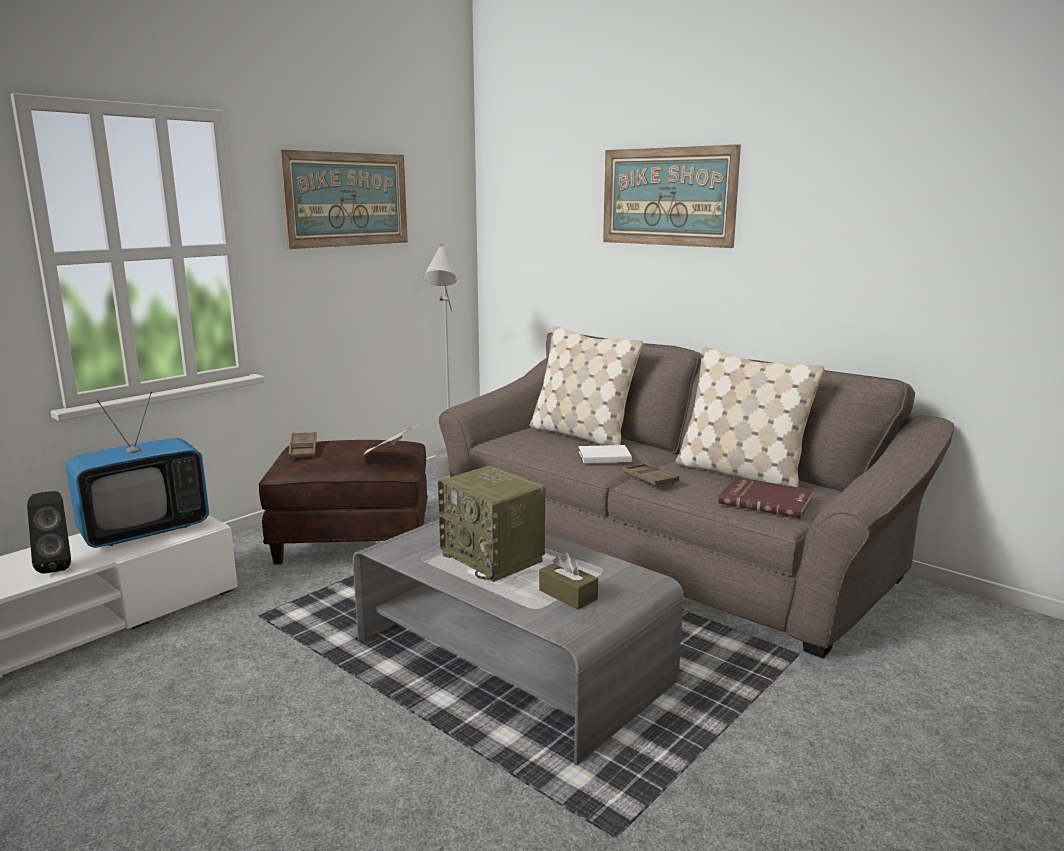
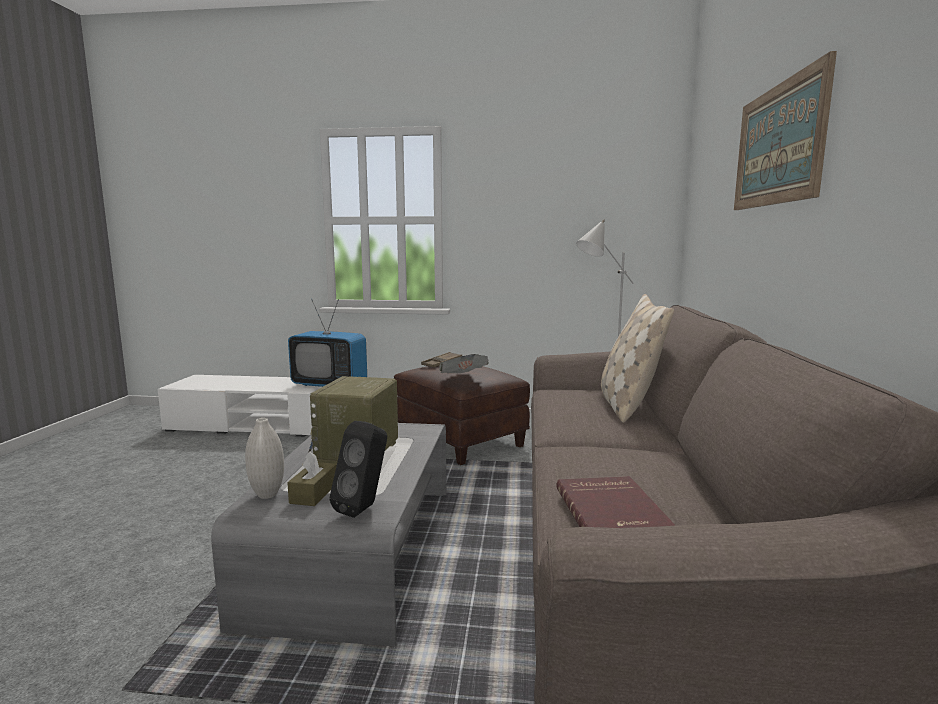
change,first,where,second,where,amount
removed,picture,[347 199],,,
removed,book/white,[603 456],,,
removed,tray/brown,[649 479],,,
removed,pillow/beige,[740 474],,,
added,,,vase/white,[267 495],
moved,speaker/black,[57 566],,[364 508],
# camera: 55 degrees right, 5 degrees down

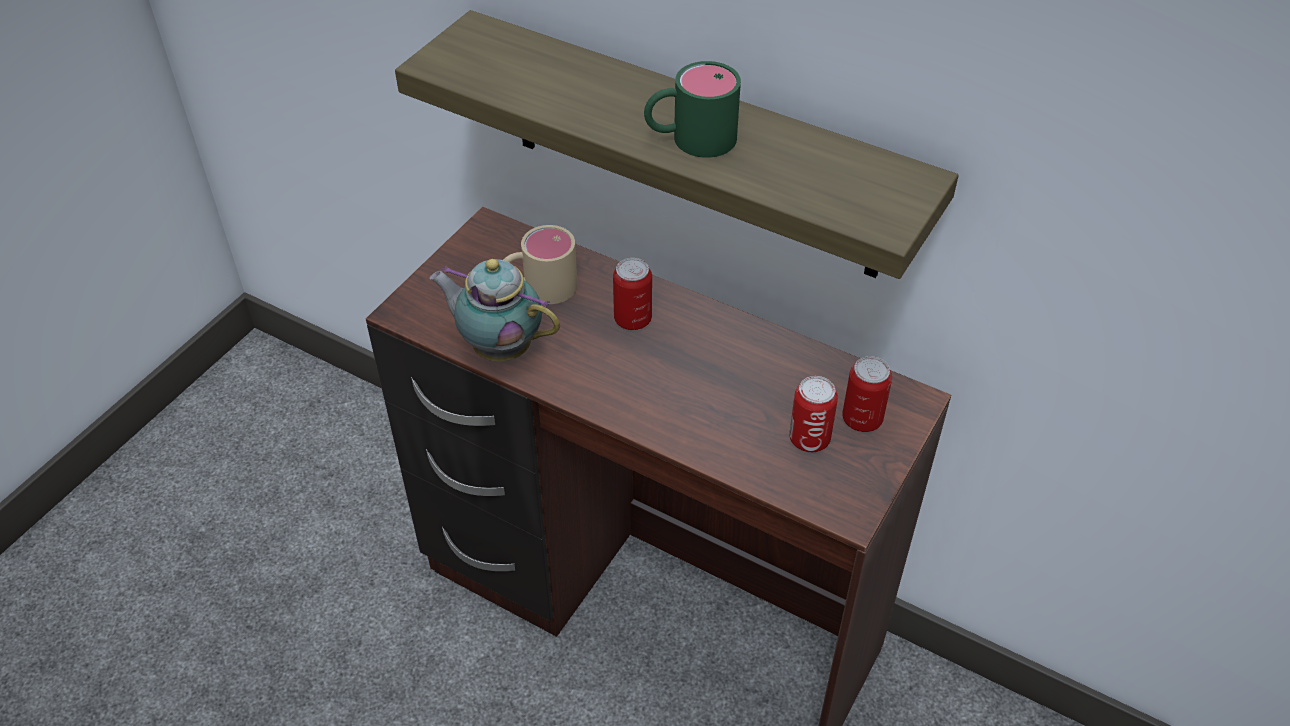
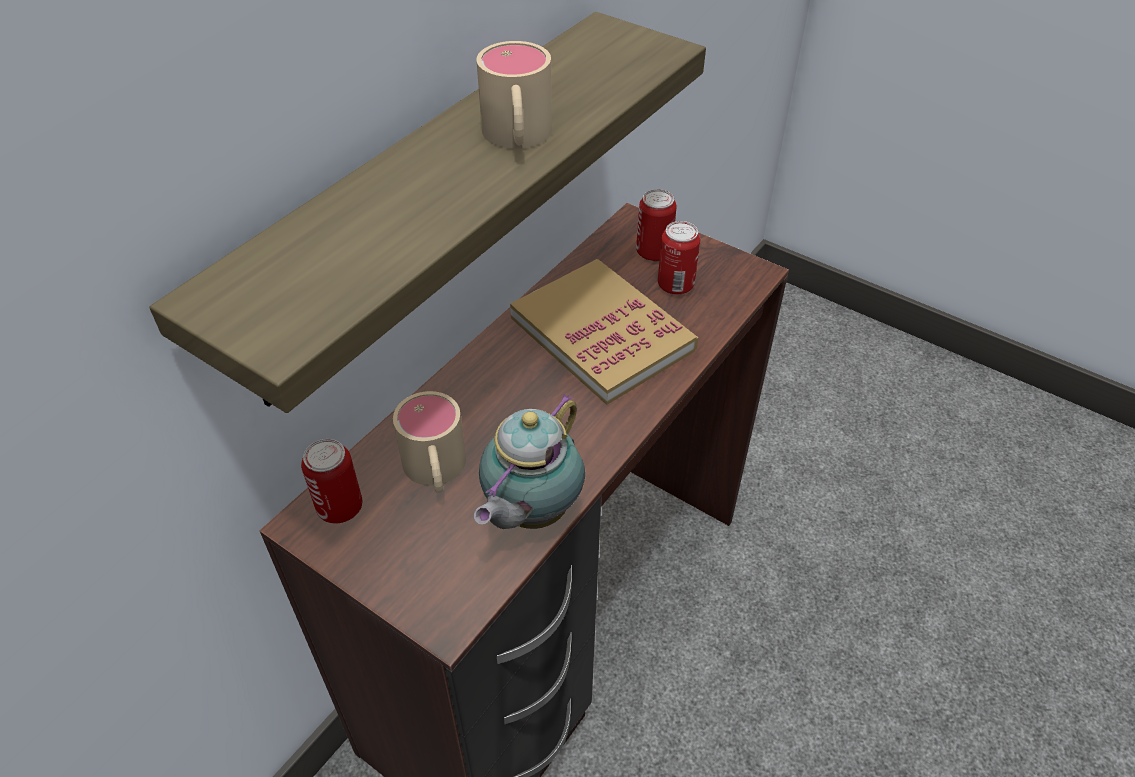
change,first,where,second,where,amount
added,,,book,[602 334],
moved,can,[632 319],,[340 507],
recoloured,mug/green,[690 139],mug/beige,[517 138],
# camera: 85 degrees left, 0 degrees up

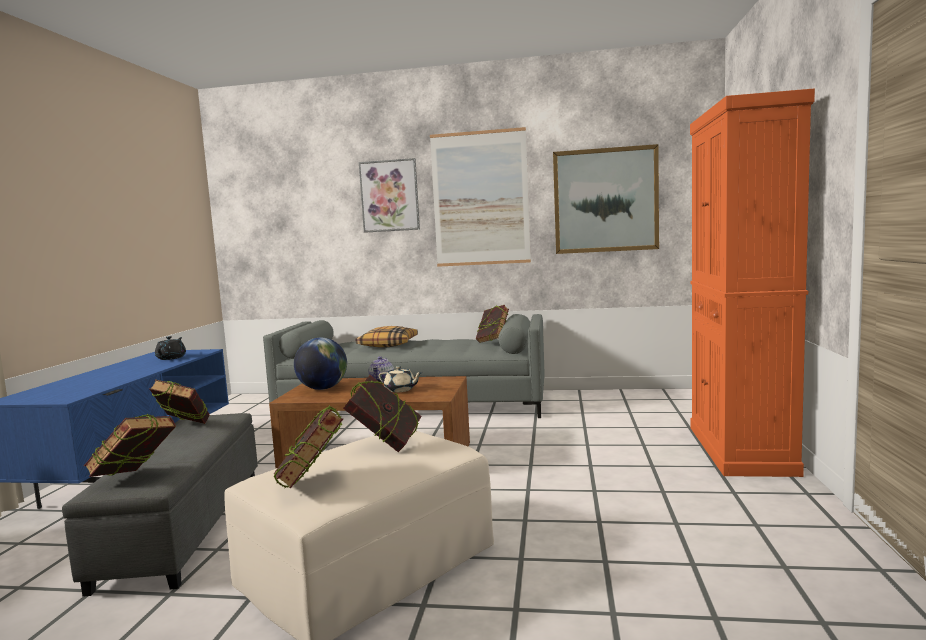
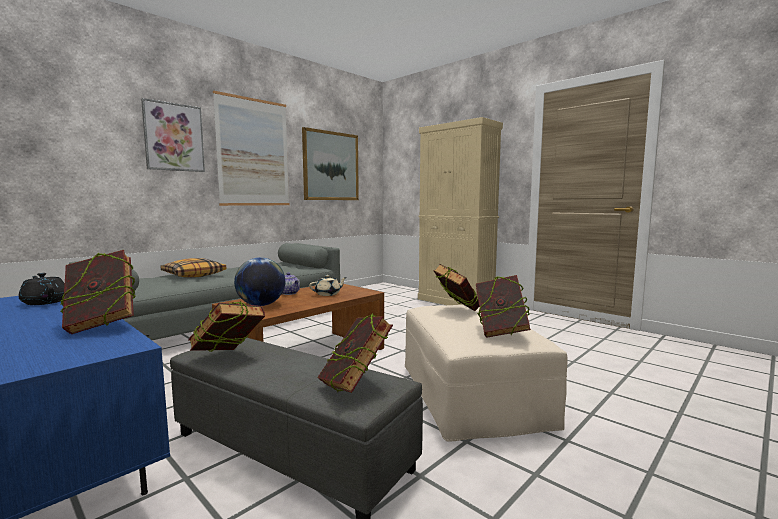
change,first,where,second,where,amount
moved,book,[493 341],,[102 326],
recoloured,cabinet/orange,[740 449],cabinet/beige,[455 302],
# camera: 55 degrees left, 0 degrees up

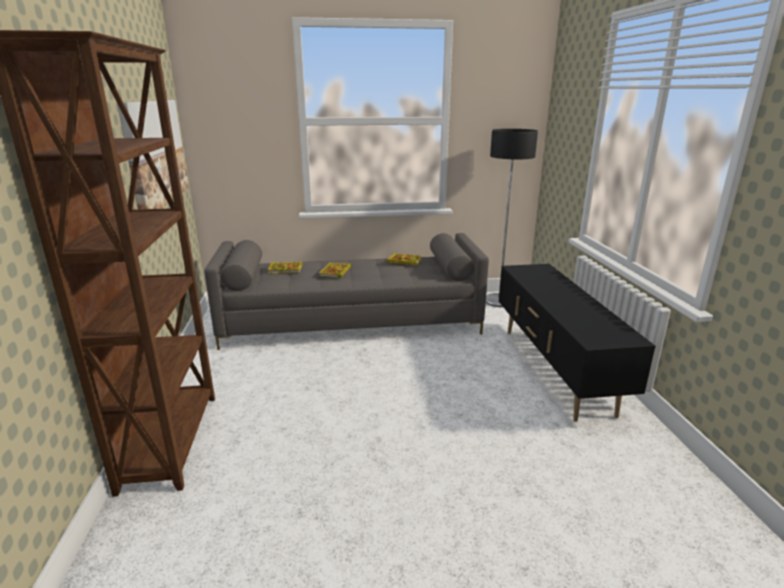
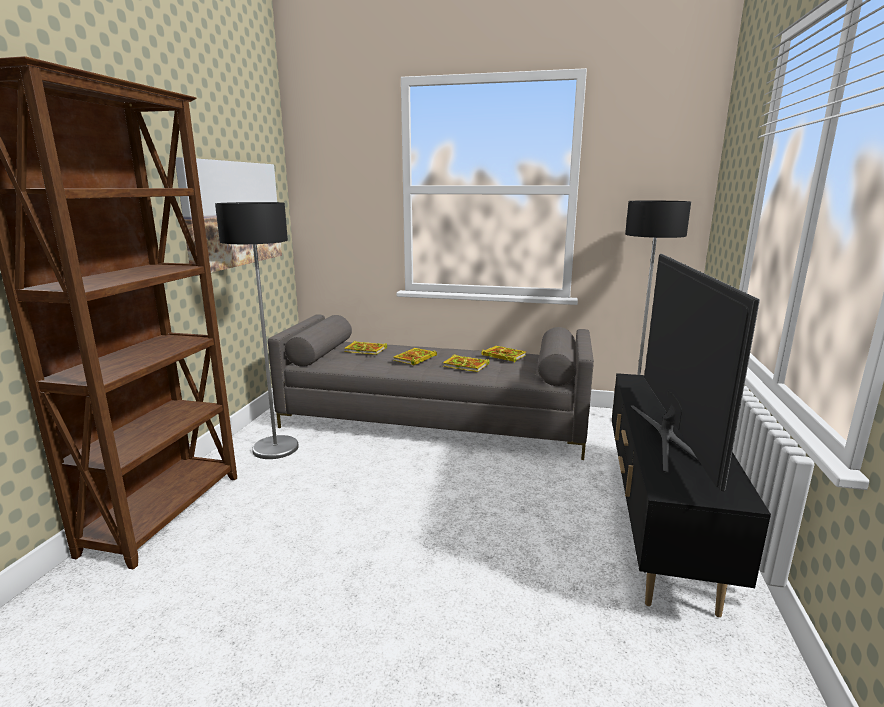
change,first,where,second,where,amount
added,,,floor lamp,[275 448],
added,,,book,[467 366],
added,,,television,[671 436],
# camera: 20 degrees right, 5 degrees down

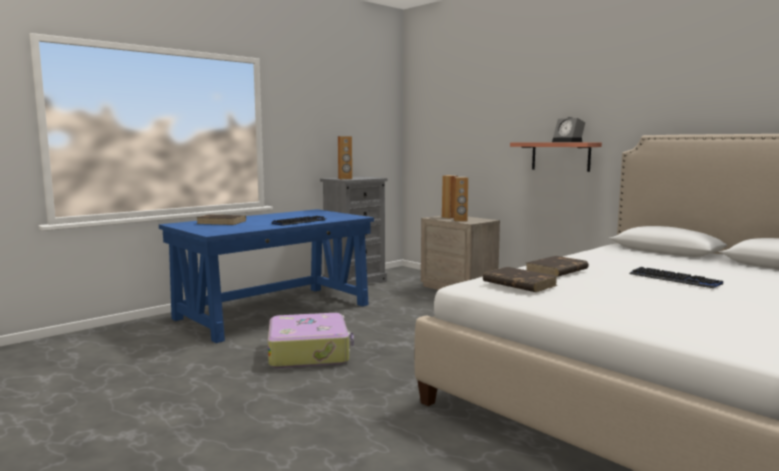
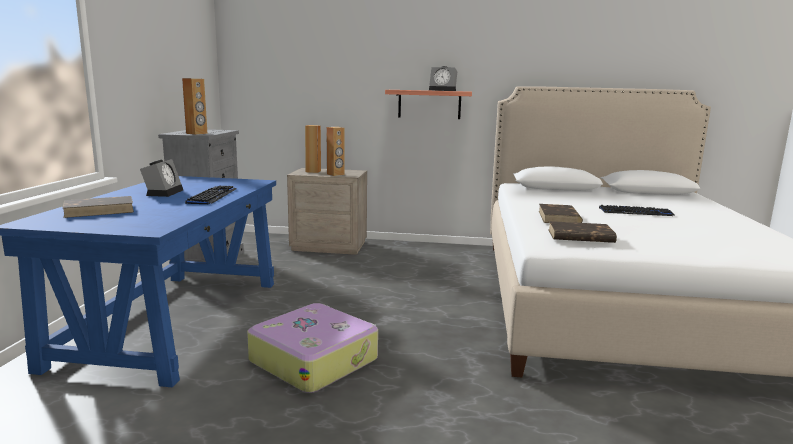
change,first,where,second,where,amount
added,,,alarm clock,[163 192],
# camera: 40 degrees left, 5 degrees up

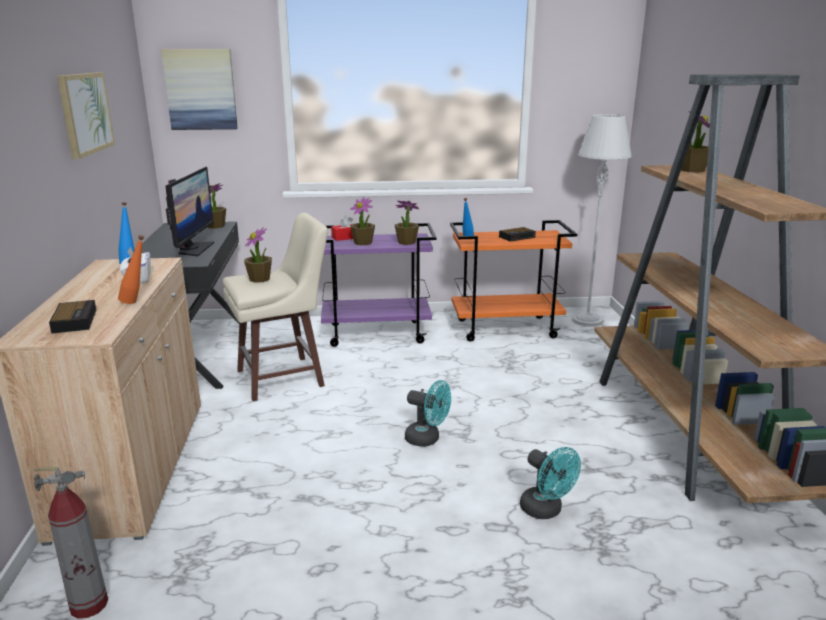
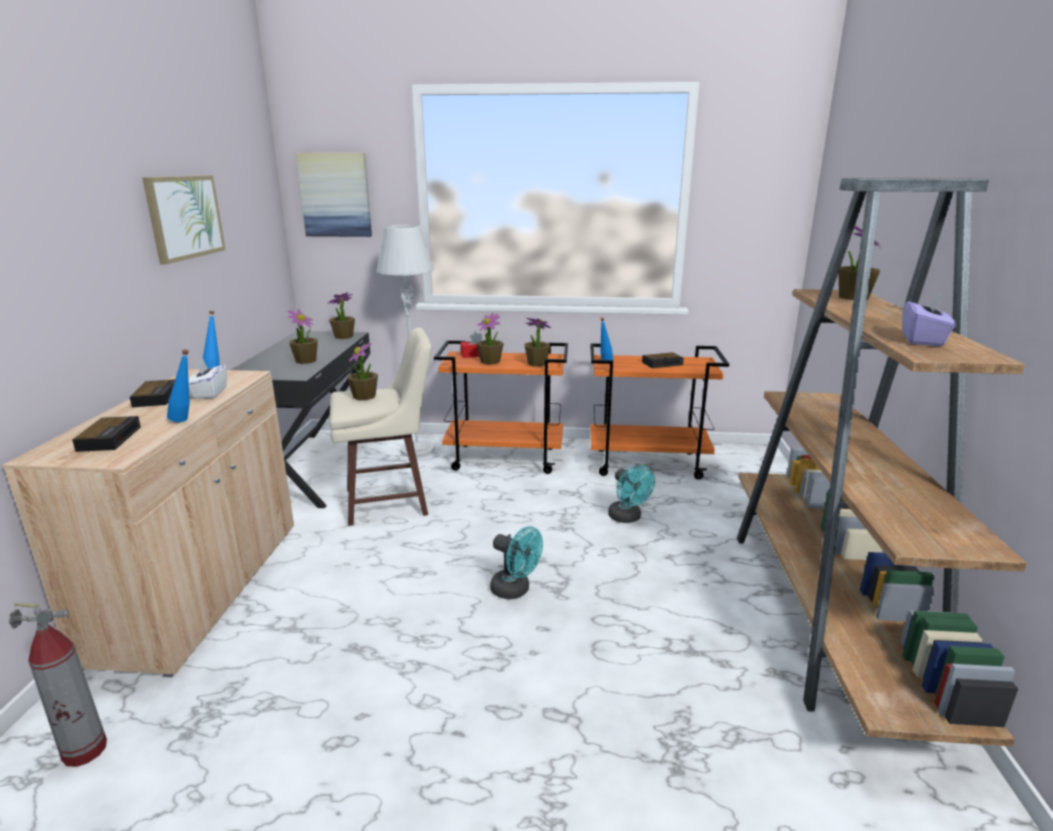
change,first,where,second,where,amount
added,,,alarm clock,[157 397],
added,,,tissue box/purple,[923 340],
moved,fan/turquoise,[546 511],,[627 518],
moved,floor lamp/grey,[587 320],,[417 450],
replaced,monitor,[194 249],potted plant,[306 360],
recoloured,bottle/orange,[137 303],bottle/blue,[186 421],
recoloured,cart/purple,[377 333],cart/orange,[506 458],
# camera: 10 degrees right, 0 degrees up

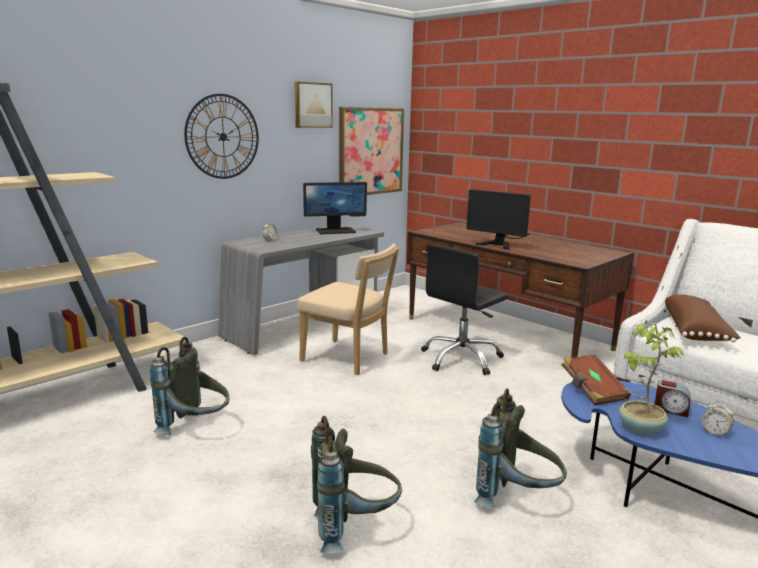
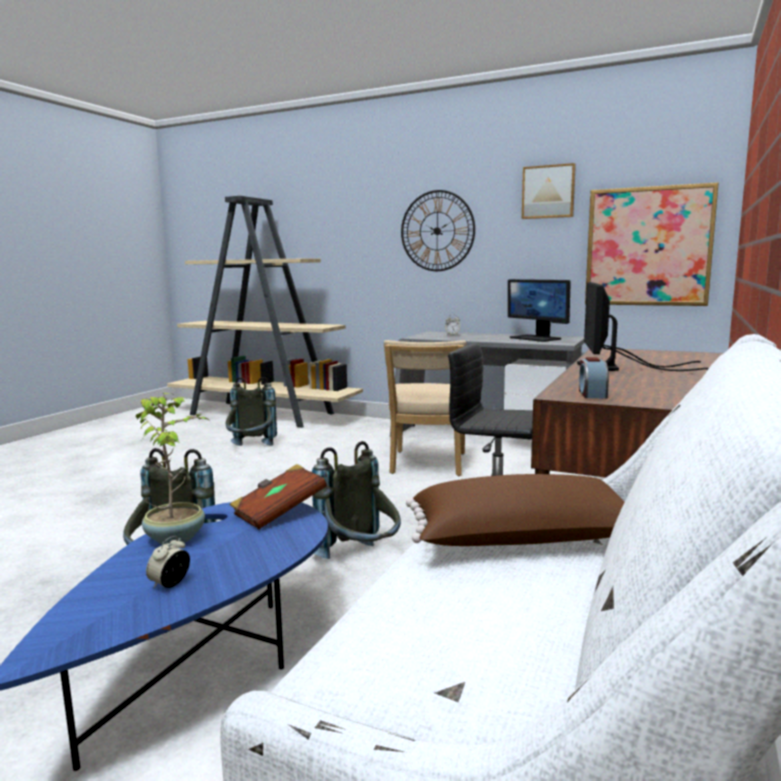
change,first,where,second,where,amount
moved,backpack/grey,[354 528],,[361 560],
moved,alarm clock,[670 410],,[592 394],
# camera: 70 degrees right, 5 degrees down

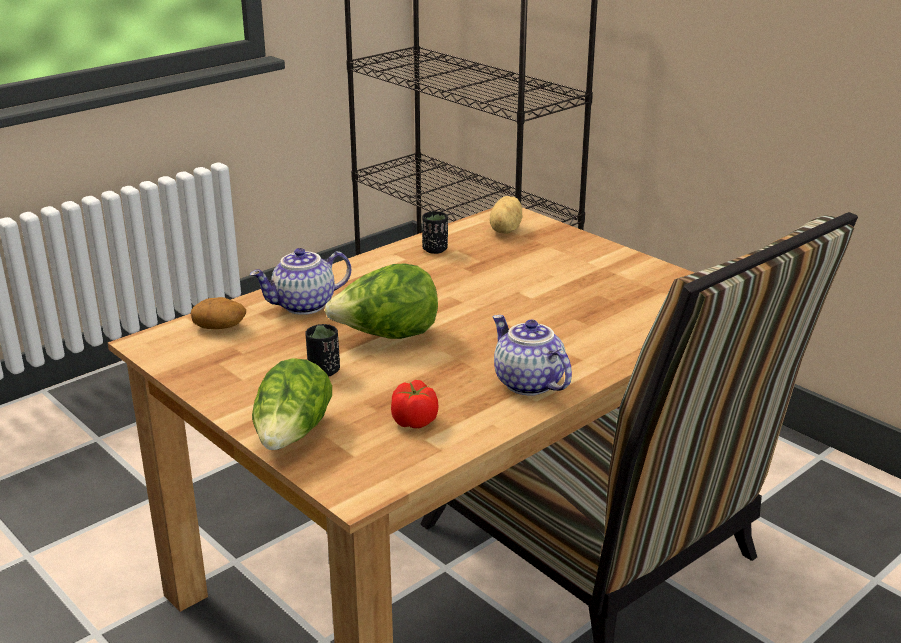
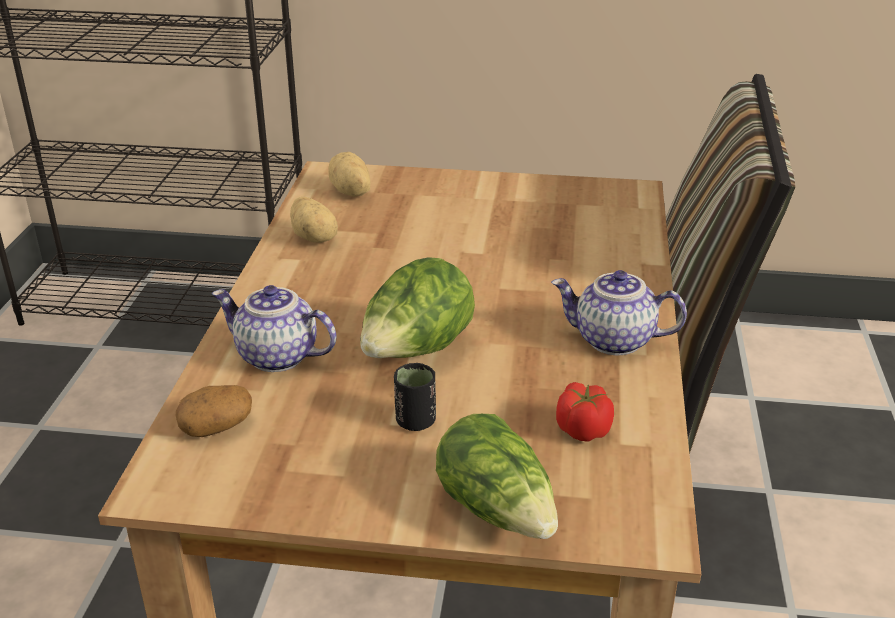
change,first,where,second,where,amount
replaced,cup/black,[435 250],potato,[315 238],
turned,teapot,[304 306],,[275 357],90 degrees clockwise
# camera: 40 degrees left, 5 degrees up

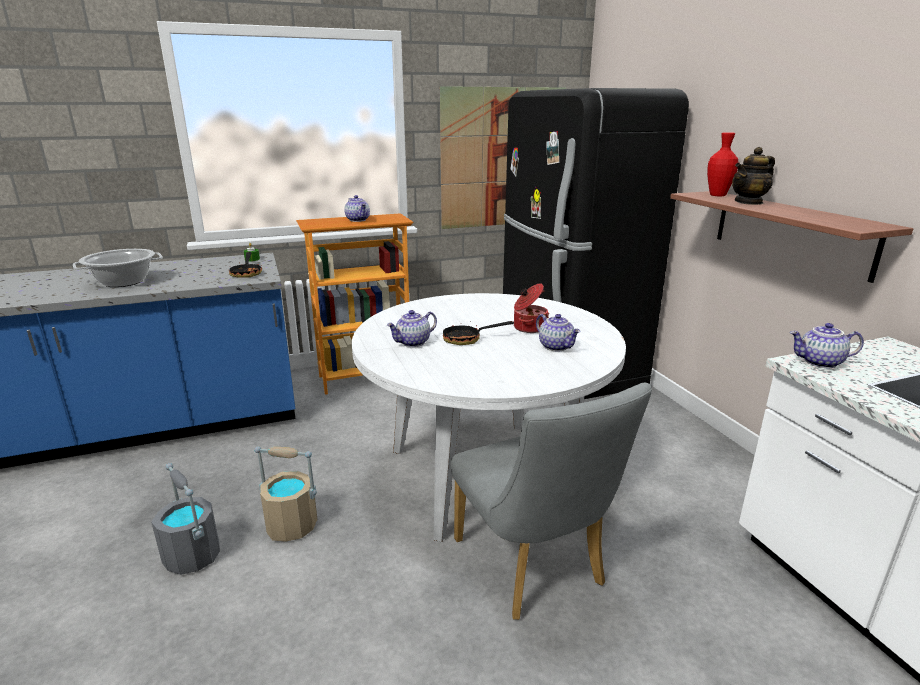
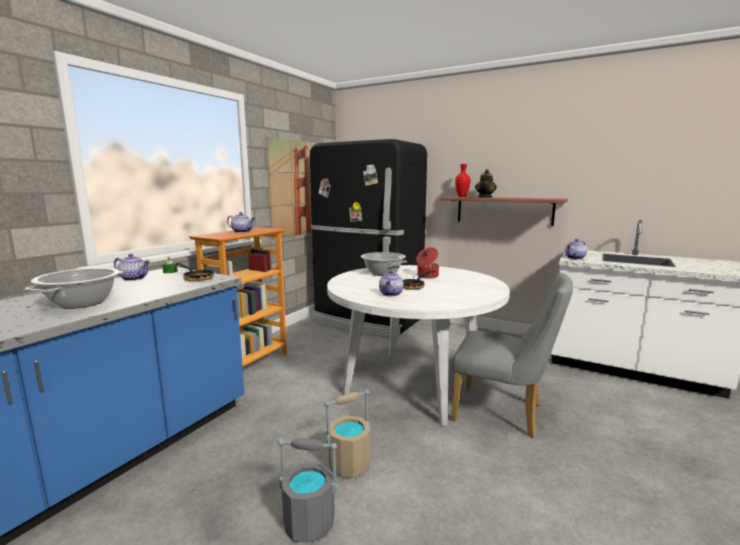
change,first,where,second,where,amount
added,,,cooking pot,[383 273],
moved,teapot,[556 347],,[134 278],
# camera: 40 degrees left, 10 degrees down

